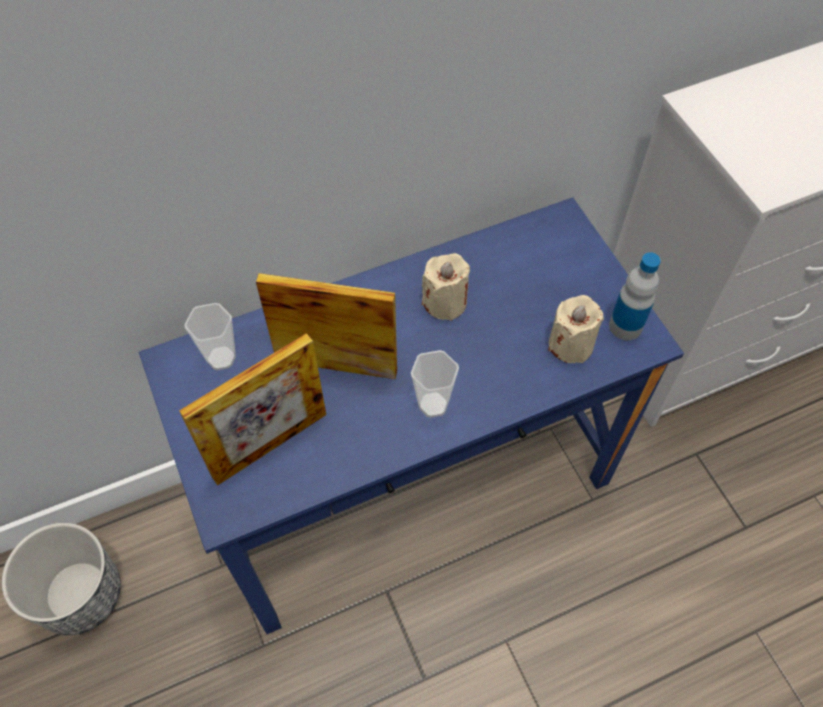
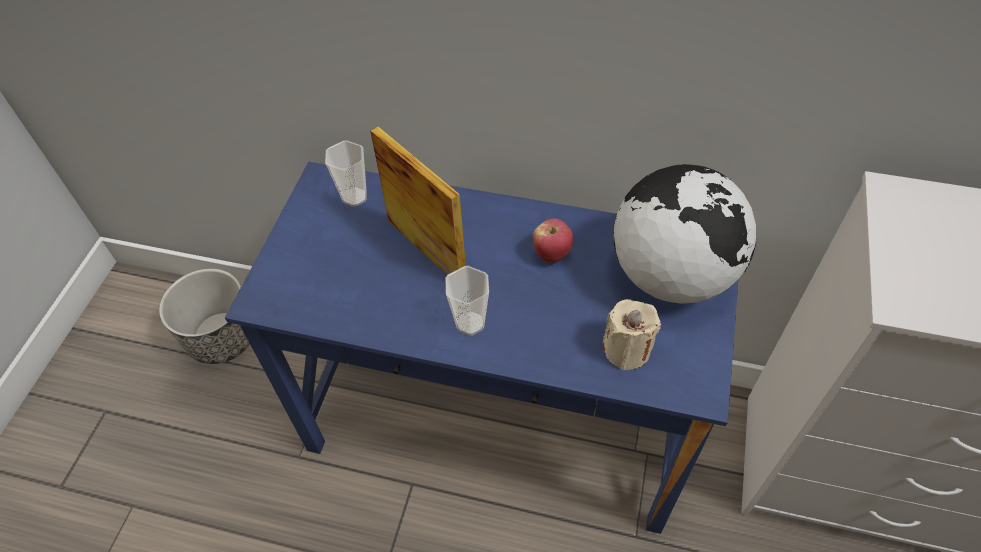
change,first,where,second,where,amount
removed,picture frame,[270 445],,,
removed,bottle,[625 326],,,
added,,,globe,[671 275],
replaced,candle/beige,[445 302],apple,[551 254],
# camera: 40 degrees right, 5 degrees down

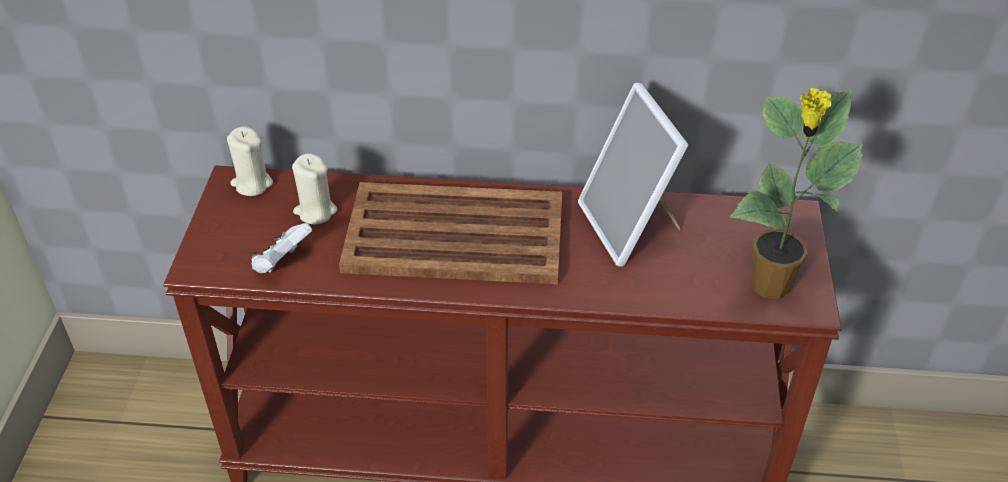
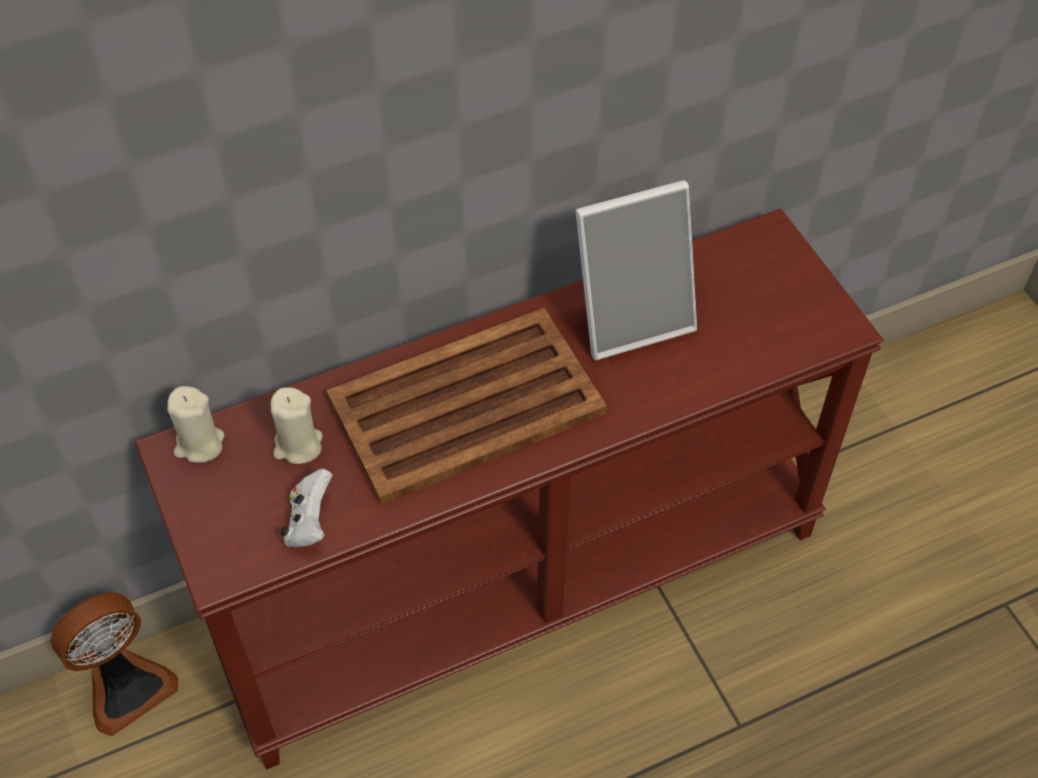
change,first,where,second,where,amount
removed,potted plant,[770 287],,,
added,,,fan,[126 686],
turned,picture frame,[630 227],,[631 316],60 degrees counterclockwise
# camera: 30 degrees left, 10 degrees up

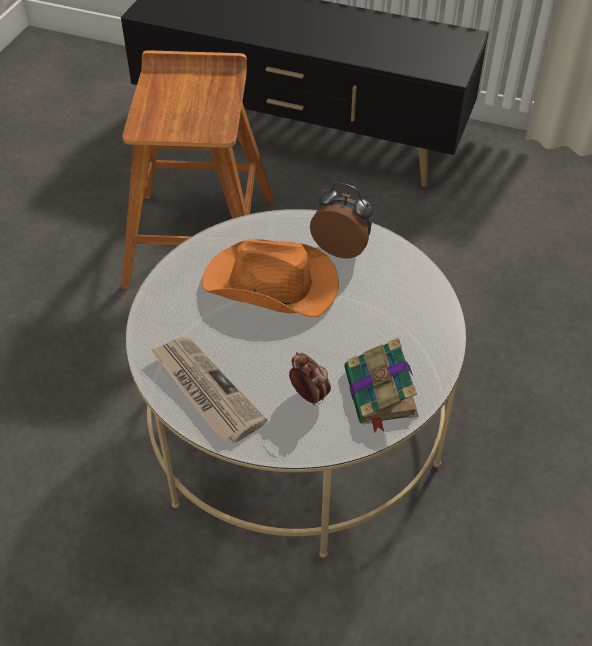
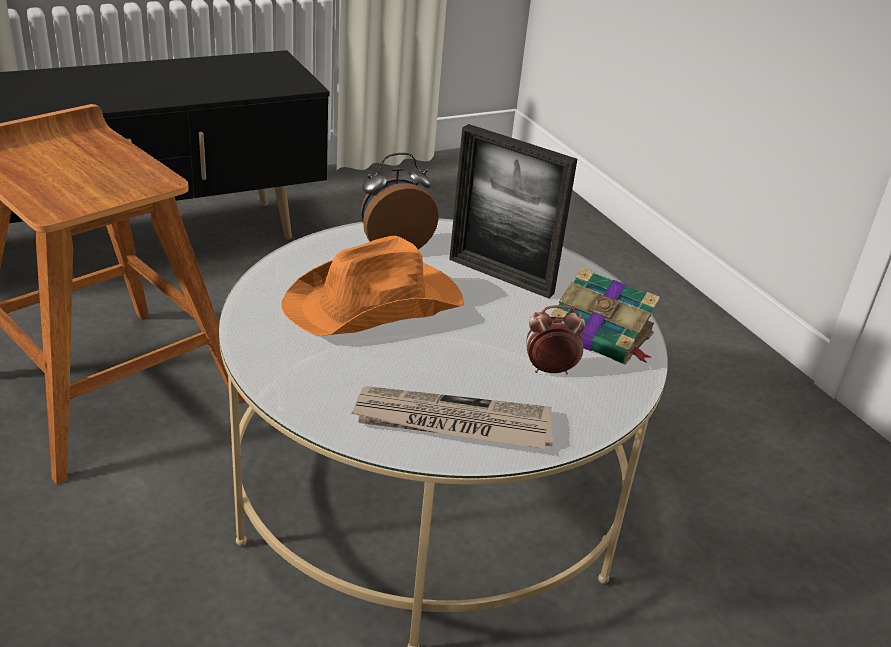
change,first,where,second,where,amount
added,,,picture frame,[500 276],
# camera: 50 degrees left, 15 degrees down

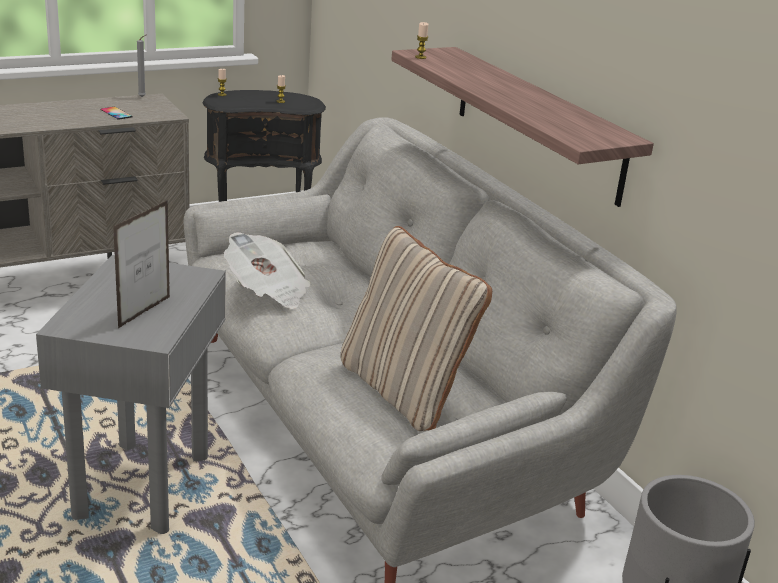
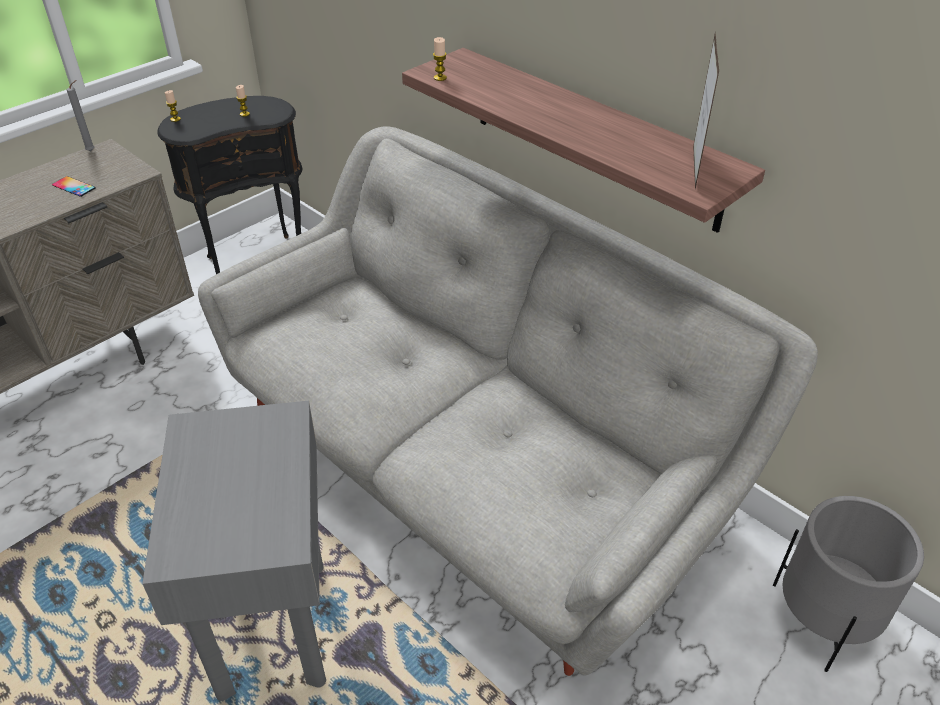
change,first,where,second,where,amount
removed,newspaper,[267 291],,,
removed,pillow/beige,[404 390],,,
moved,picture frame,[144 312],,[694 167],
# camera: 15 degrees left, 15 degrees up

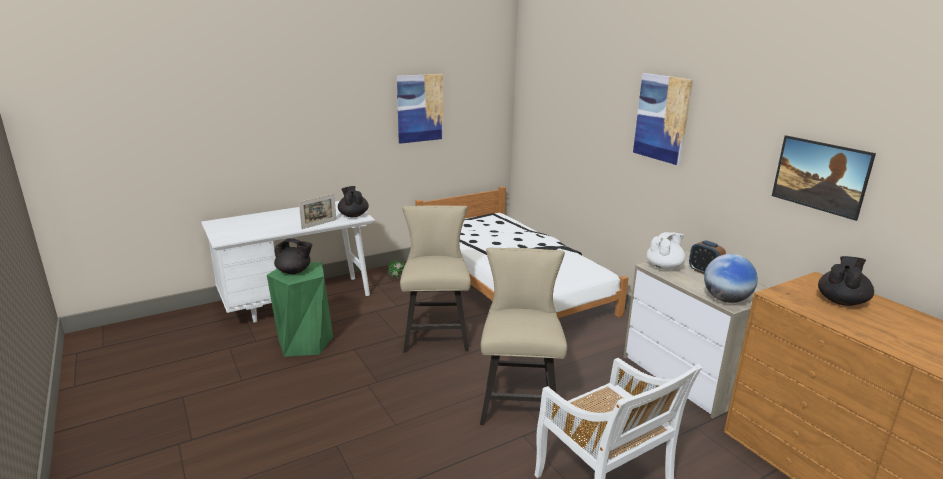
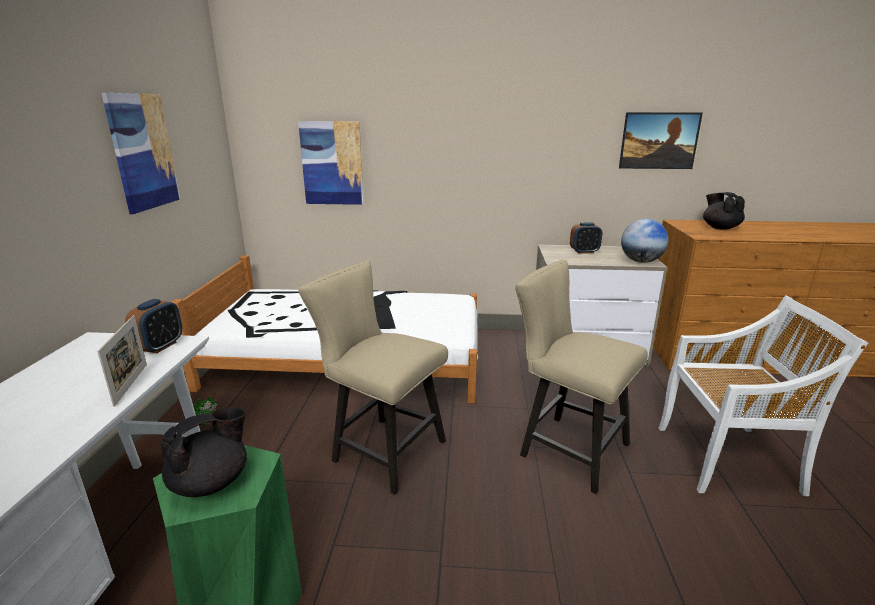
change,first,where,second,where,amount
removed,teapot/white,[664 267],,,
moved,picture,[662 118],,[332 163],
replaced,teapot/black,[353 215],alarm clock,[160 346],
# camera: 55 degrees left, 0 degrees up

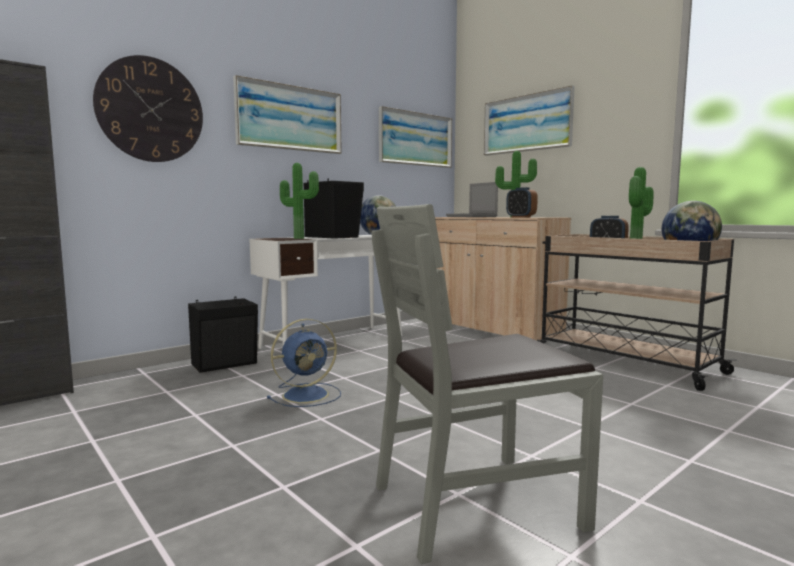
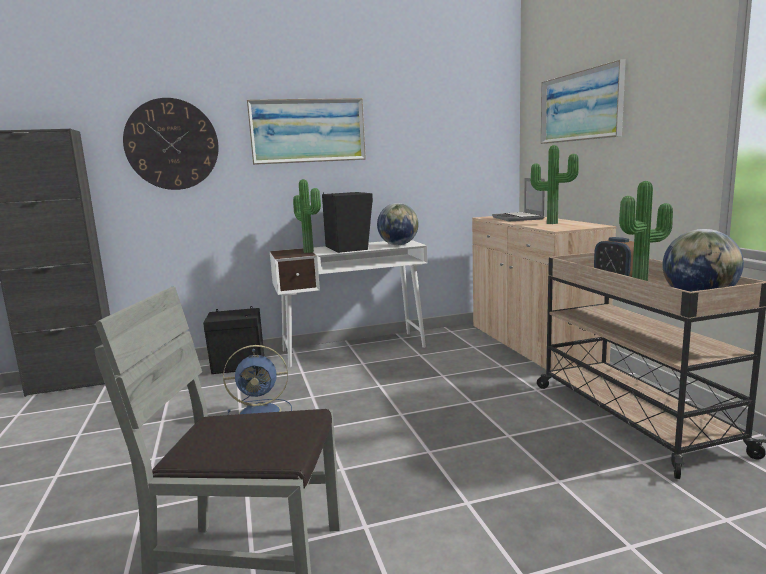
change,first,where,second,where,amount
removed,picture,[415 139],,,
removed,alarm clock,[521 217],,,
# camera: 25 degrees right, 5 degrees up

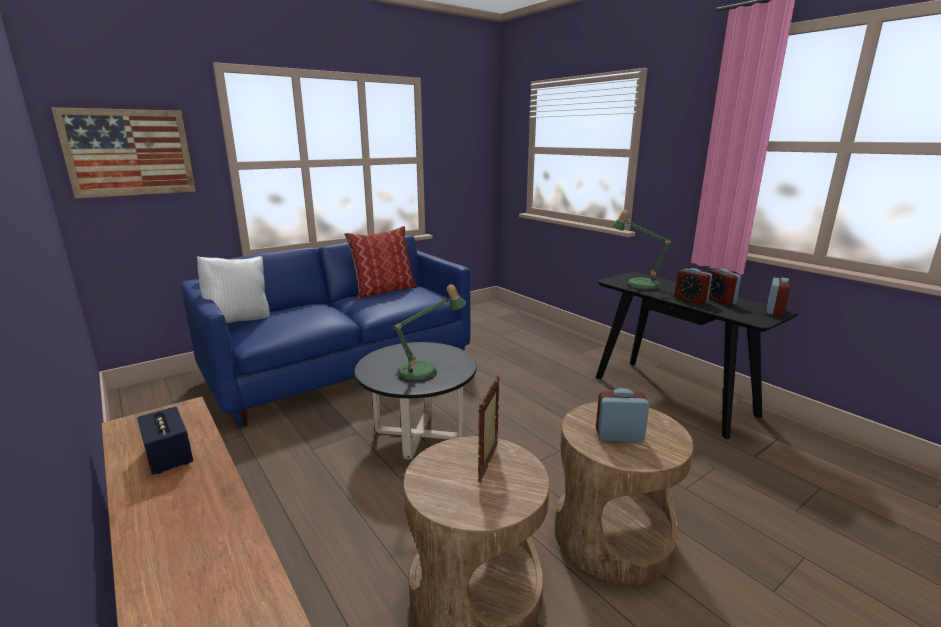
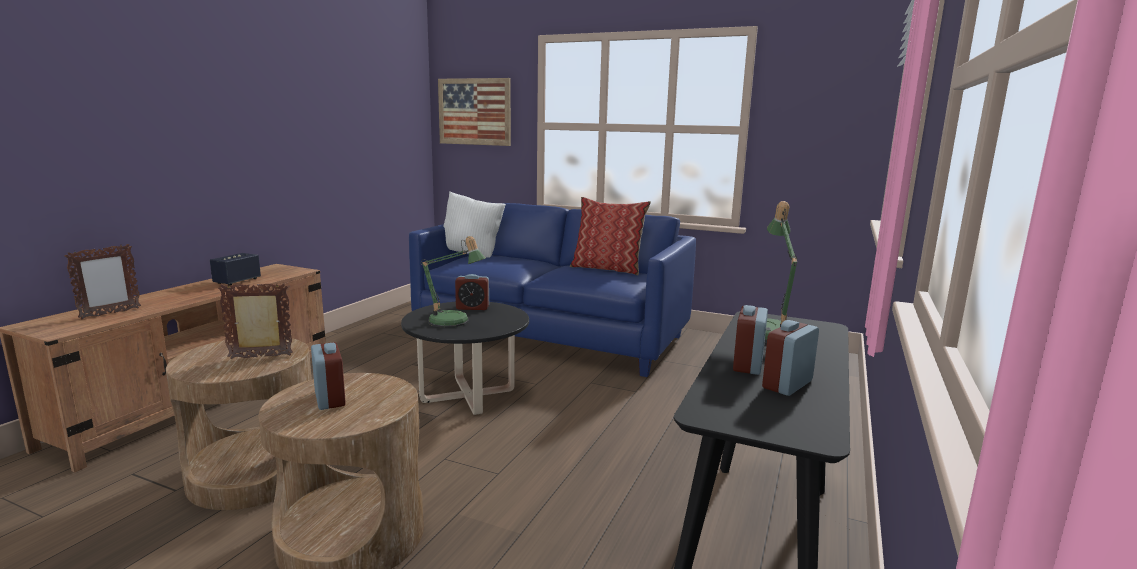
change,first,where,second,where,amount
added,,,picture frame,[110 313],
moved,alarm clock,[775 311],,[472 308],
# camera: 60 degrees right, 5 degrees down

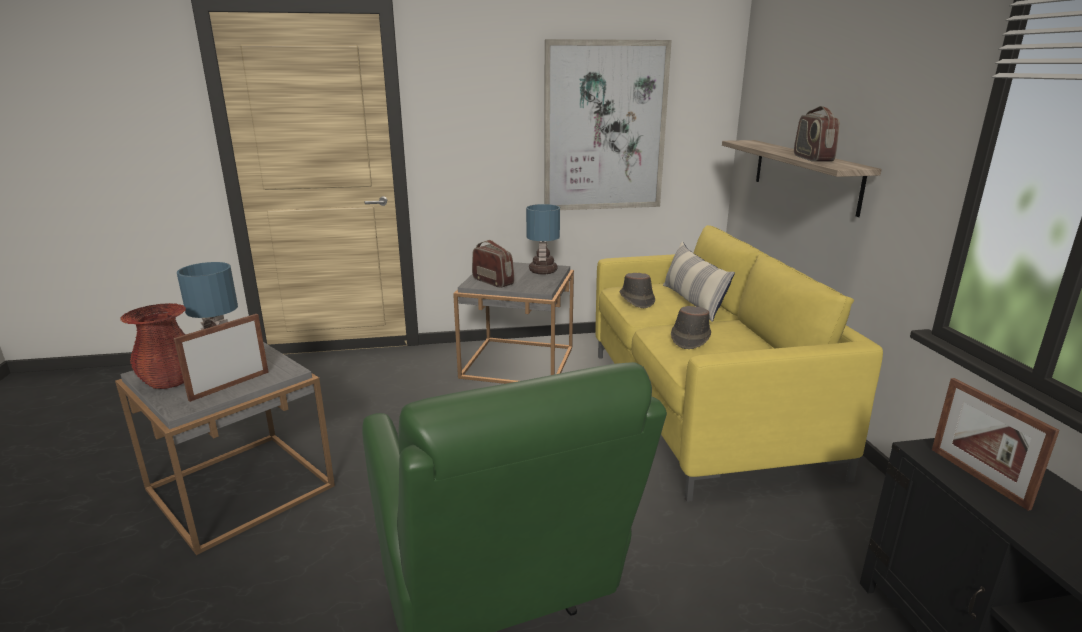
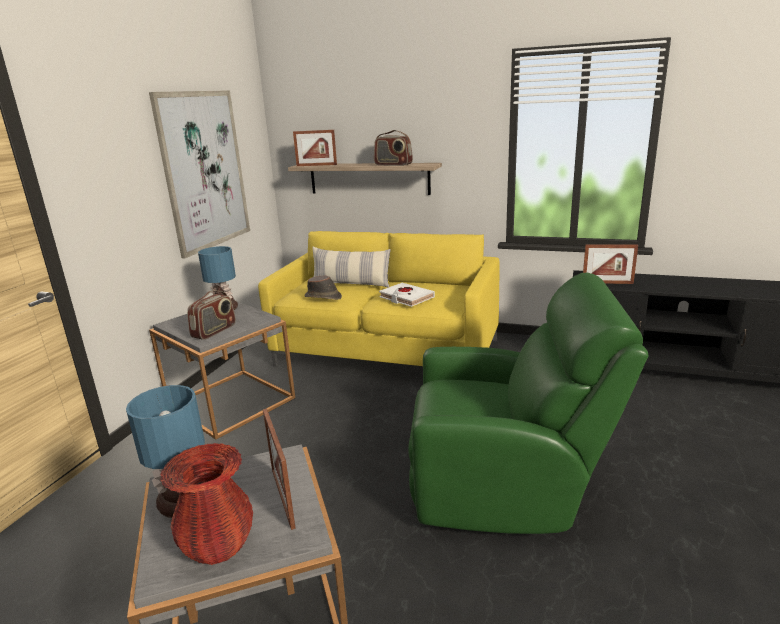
change,first,where,second,where,amount
added,,,picture frame,[316 165],
replaced,hat/brown,[689 338],book/white,[406 298],
turned,radio,[493 282],,[214 331],135 degrees clockwise
# camera: 60 degrees left, 0 degrees up

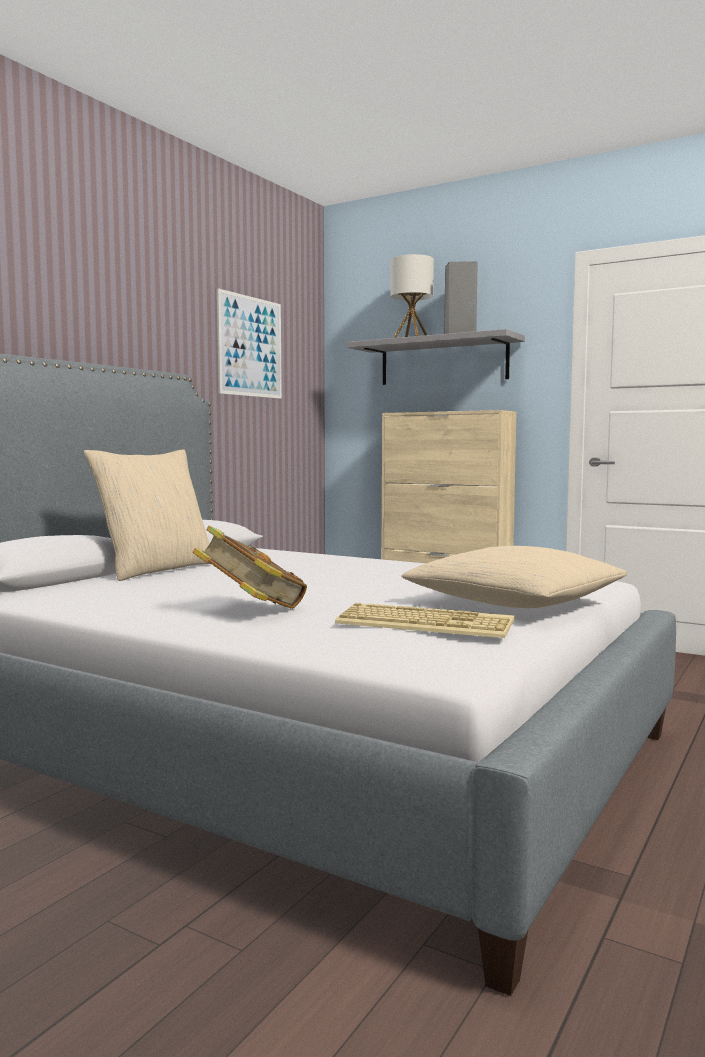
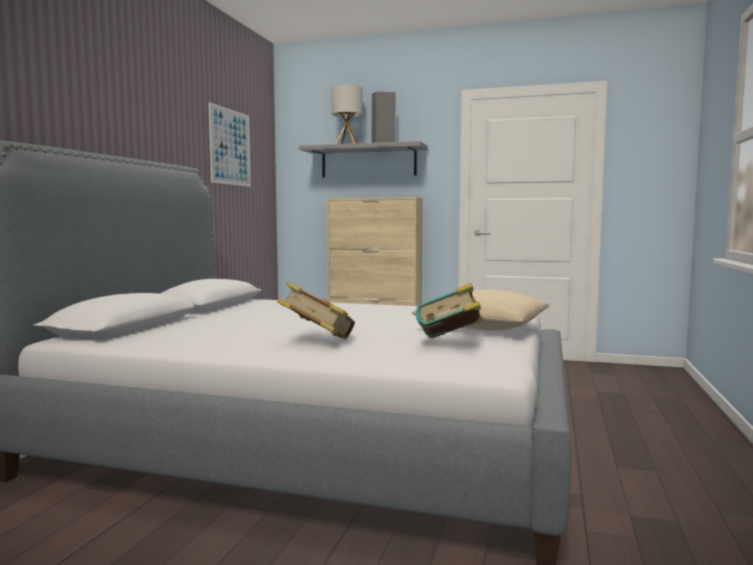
change,first,where,second,where,amount
removed,pillow/beige,[156 570],,,
replaced,keyboard,[426 623],book,[450 343],
# camera: 15 degrees left, 0 degrees up

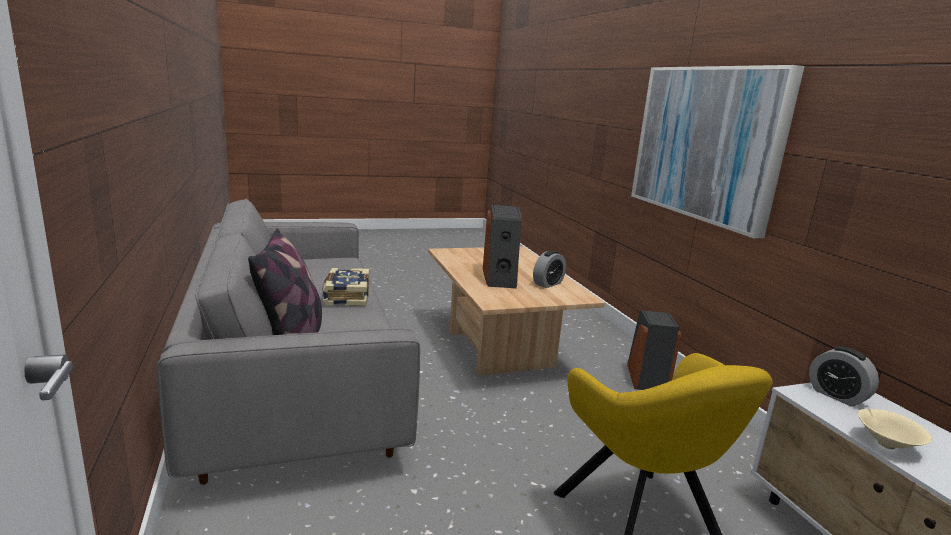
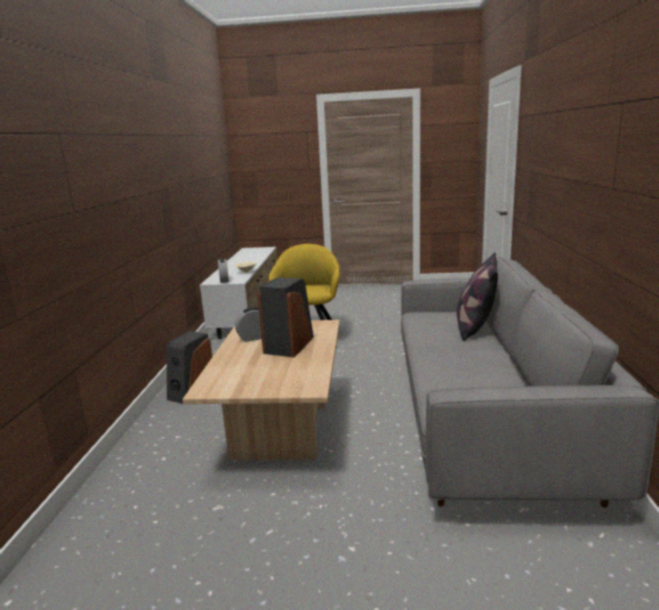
change,first,where,second,where,amount
removed,book,[346 297],,,
removed,picture,[706 143],,,
# camera: 155 degrees left, 0 degrees up

